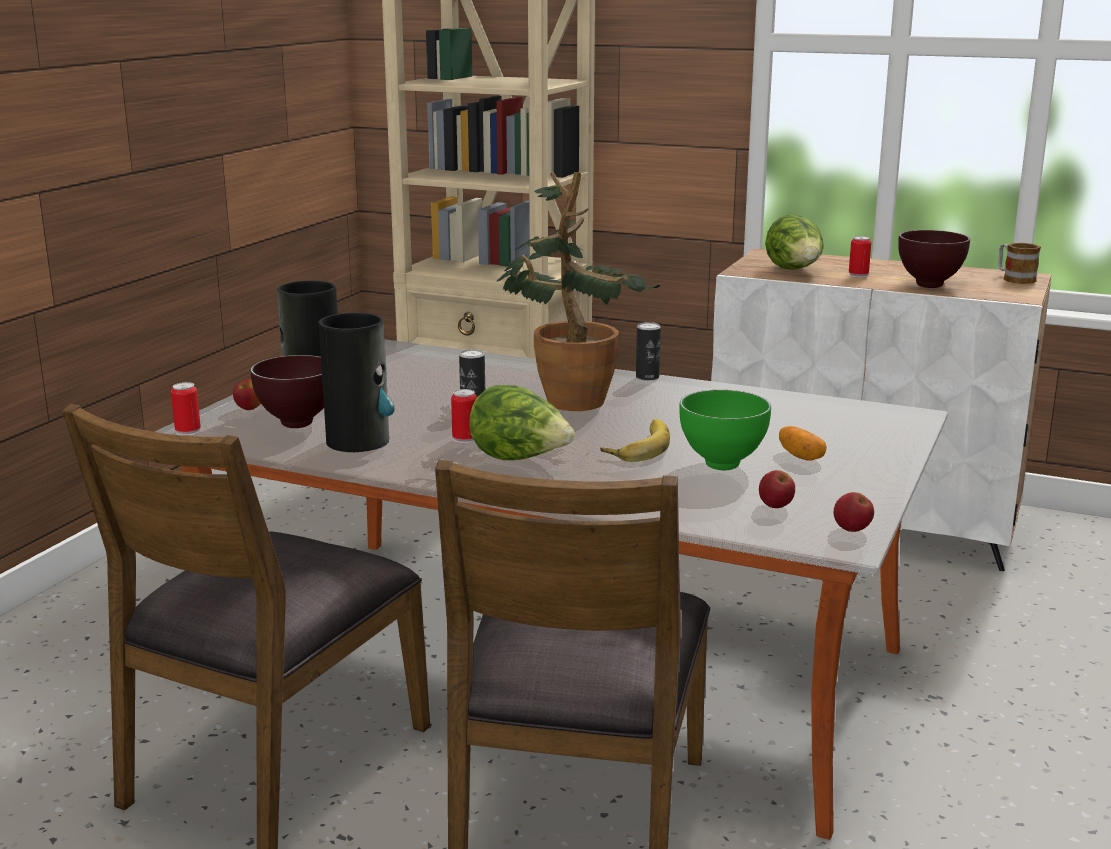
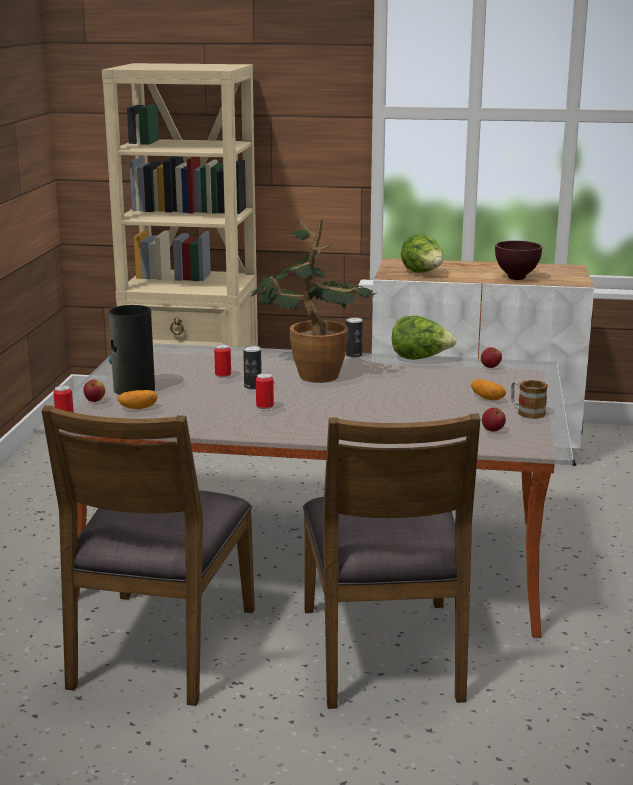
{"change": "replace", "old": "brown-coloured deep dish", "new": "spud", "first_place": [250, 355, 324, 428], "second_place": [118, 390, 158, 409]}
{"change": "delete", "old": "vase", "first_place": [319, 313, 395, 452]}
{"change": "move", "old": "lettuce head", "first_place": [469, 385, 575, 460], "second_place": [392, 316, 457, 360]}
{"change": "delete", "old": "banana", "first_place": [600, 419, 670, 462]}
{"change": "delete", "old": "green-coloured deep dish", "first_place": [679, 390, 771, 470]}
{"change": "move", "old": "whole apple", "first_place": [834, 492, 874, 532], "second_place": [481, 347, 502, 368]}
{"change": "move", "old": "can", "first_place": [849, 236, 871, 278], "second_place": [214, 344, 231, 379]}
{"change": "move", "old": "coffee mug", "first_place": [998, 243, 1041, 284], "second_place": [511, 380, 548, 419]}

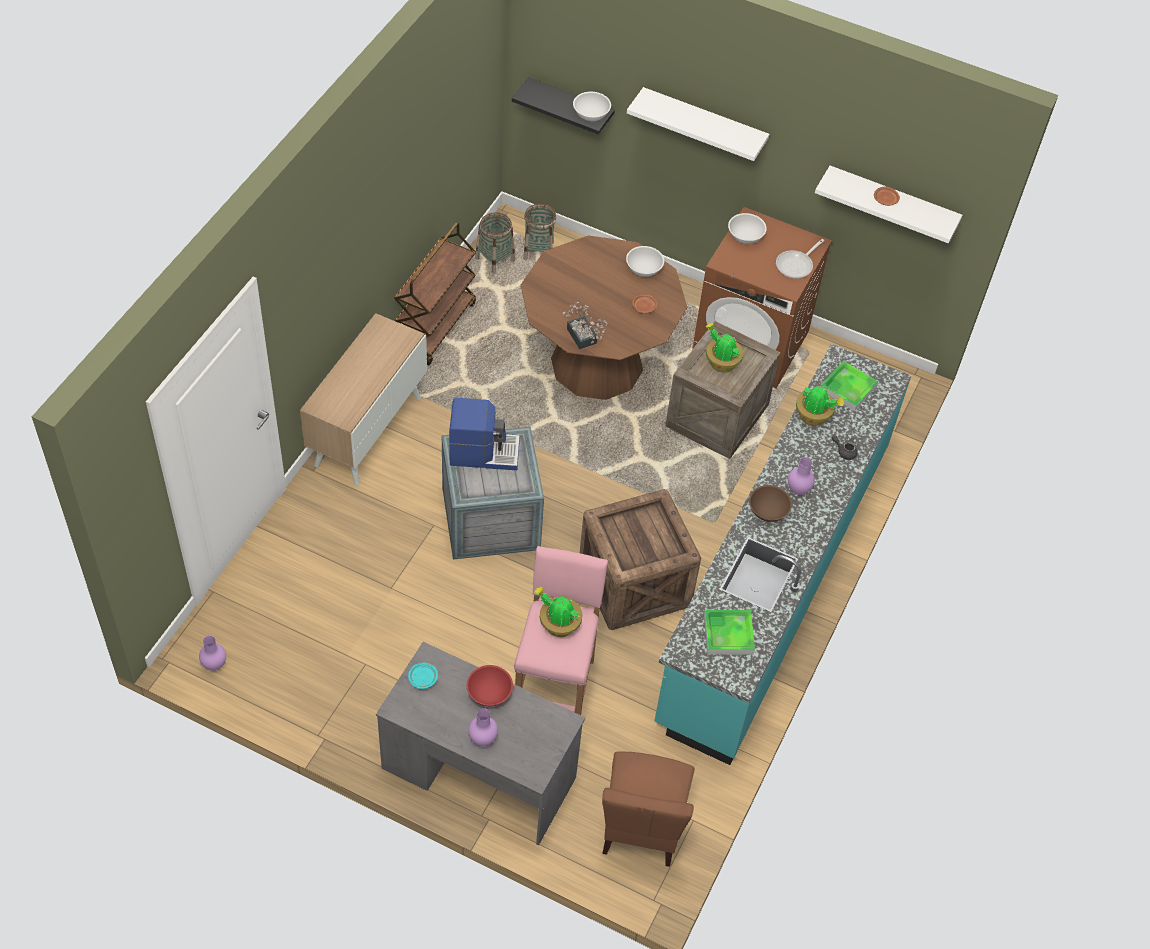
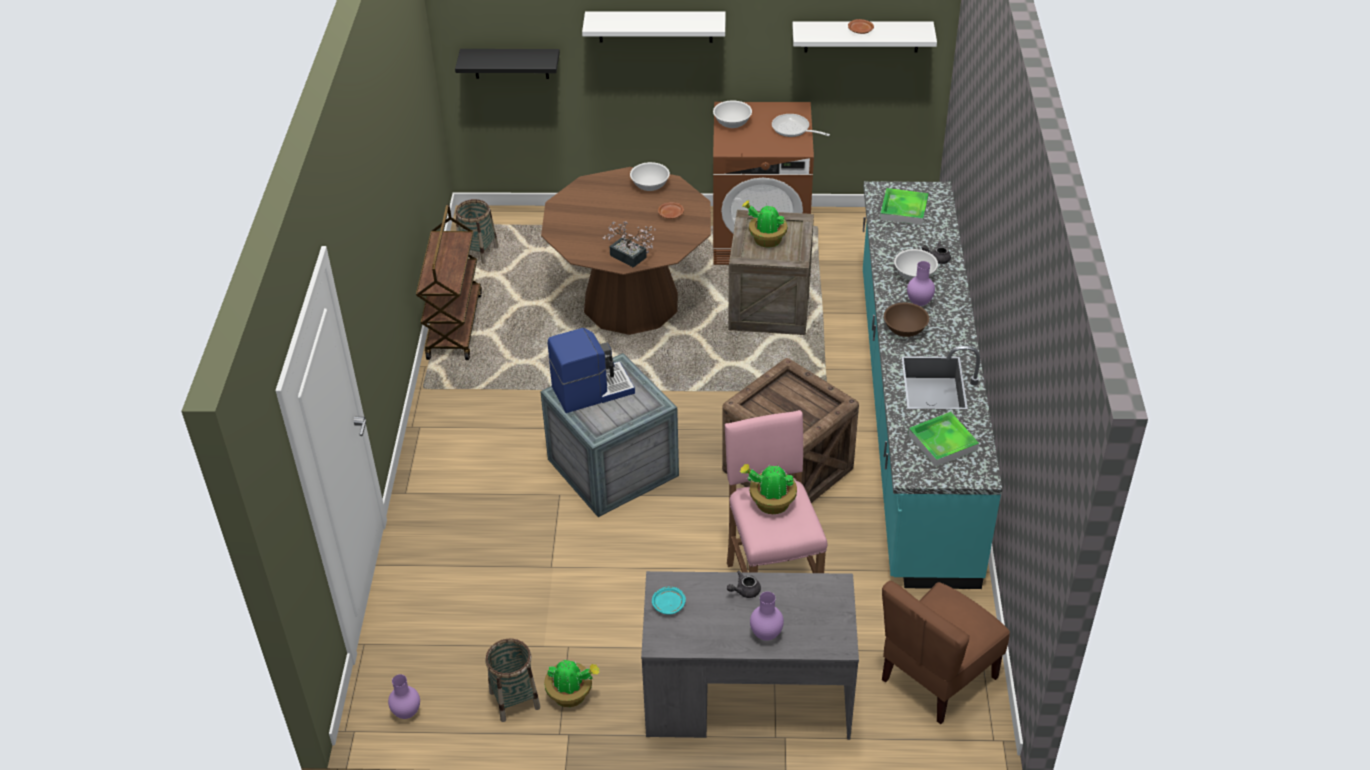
{"change": "delete", "old": "storage cabinet", "first_place": [300, 313, 427, 485]}
{"change": "replace", "old": "red-coloured deep dish", "new": "grey tea pot", "first_place": [467, 665, 513, 706], "second_place": [727, 571, 761, 598]}
{"change": "move", "old": "basket", "first_place": [523, 204, 556, 260], "second_place": [485, 639, 540, 722]}
{"change": "move", "old": "whitish deep dish", "first_place": [573, 92, 611, 121], "second_place": [894, 249, 938, 280]}
{"change": "rotate", "old": "brown-coloured plain chair", "first_place": [602, 751, 695, 867], "second_place": [882, 581, 1010, 724], "degrees": 60}
{"change": "rotate", "old": "frying pan", "first_place": [776, 239, 824, 279], "second_place": [772, 114, 830, 137], "degrees": 105}
{"change": "move", "old": "houseplant", "first_place": [796, 386, 844, 426], "second_place": [544, 660, 600, 707]}

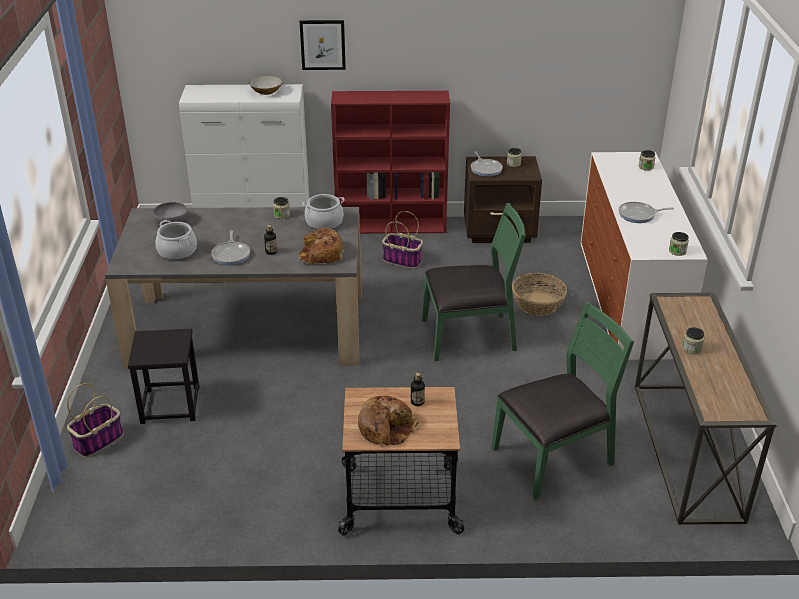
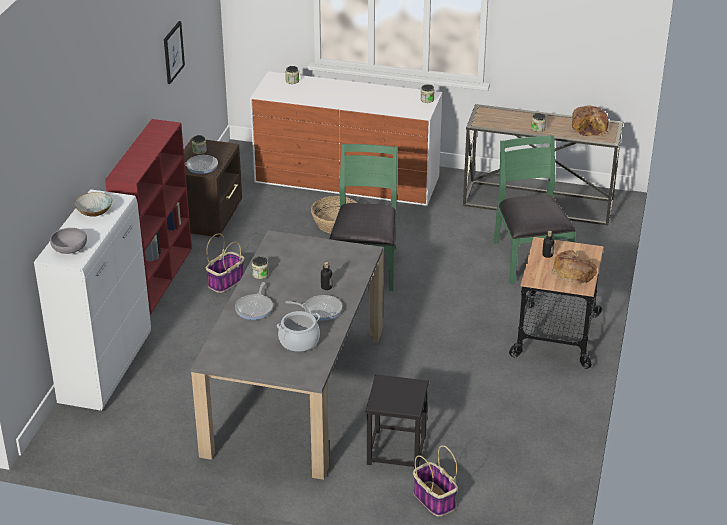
{"change": "move", "old": "grey deep dish", "first_place": [153, 202, 188, 224], "second_place": [50, 228, 87, 254]}
{"change": "move", "old": "bread", "first_place": [299, 227, 344, 264], "second_place": [572, 106, 608, 136]}
{"change": "move", "old": "wall picture", "first_place": [300, 20, 346, 70], "second_place": [164, 21, 185, 84]}
{"change": "delete", "old": "saucepot", "first_place": [302, 194, 345, 230]}
{"change": "move", "old": "frying pan", "first_place": [619, 202, 674, 223], "second_place": [235, 282, 273, 320]}

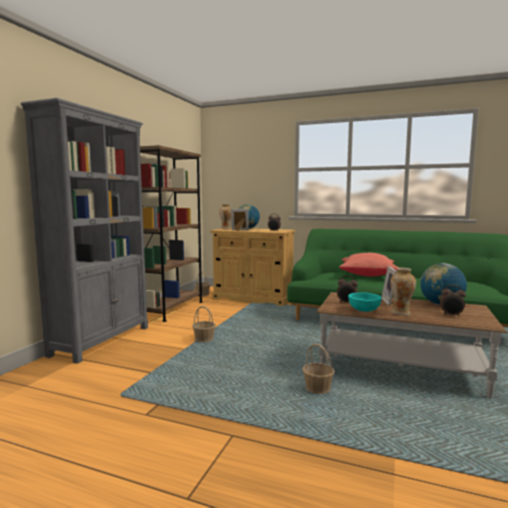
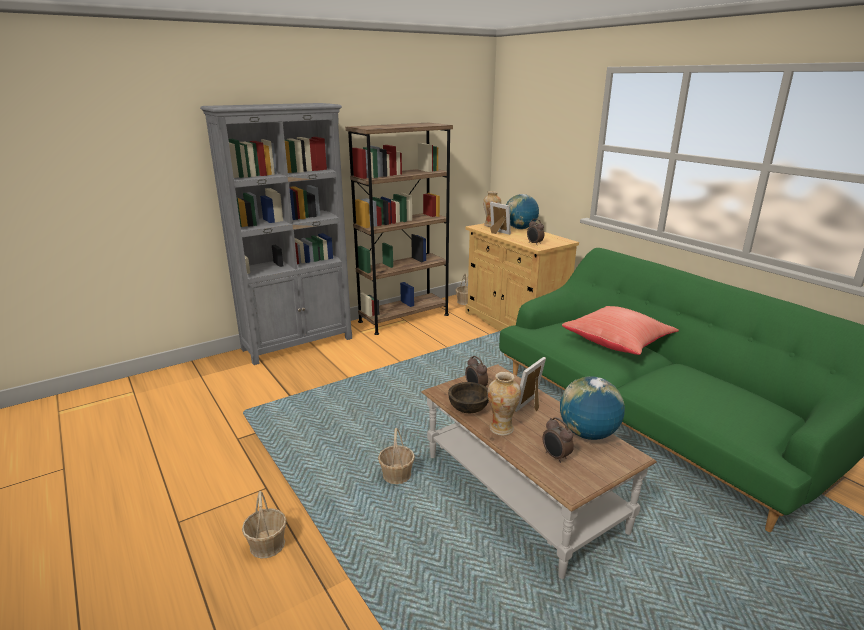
{"change": "move", "old": "basket", "first_place": [192, 306, 216, 342], "second_place": [242, 491, 287, 559]}
{"change": "recolor", "old": "turquoise-coloured deep dish", "new": "brown-coloured deep dish", "first_place": [348, 292, 382, 312], "second_place": [448, 382, 489, 413]}

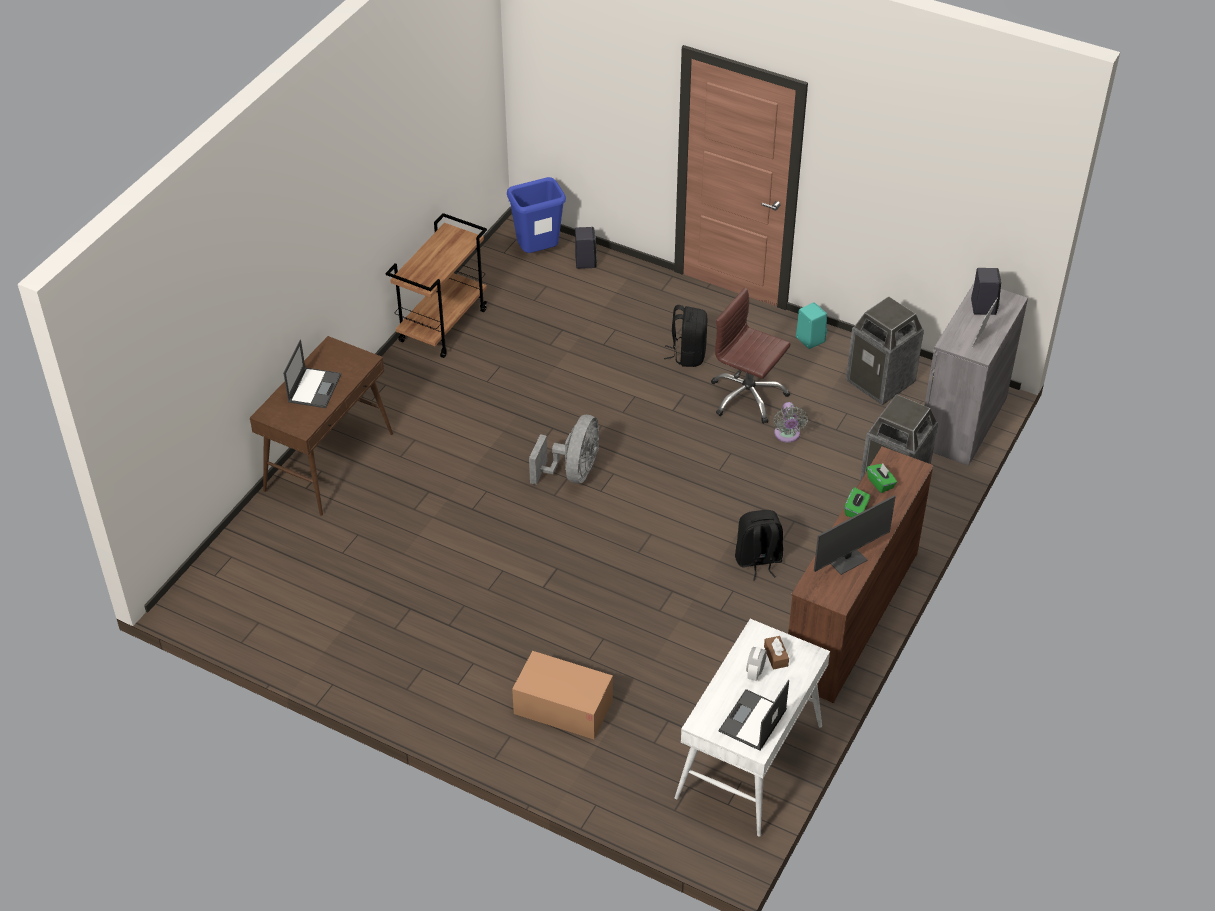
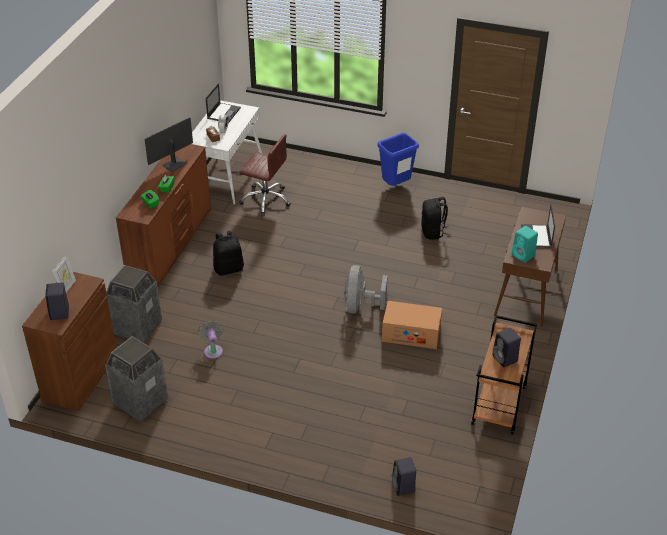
{"change": "move", "old": "bluish trash can", "first_place": [507, 177, 566, 253], "second_place": [377, 133, 419, 186]}
{"change": "move", "old": "packing box", "first_place": [512, 651, 613, 739], "second_place": [382, 301, 442, 349]}
{"change": "move", "old": "black backpack", "first_place": [664, 305, 707, 367], "second_place": [421, 197, 450, 239]}
{"change": "move", "old": "brown-coloured desk chair", "first_place": [711, 288, 790, 424], "second_place": [239, 134, 291, 216]}
{"change": "move", "old": "turquoise-coloured loudspeaker", "first_place": [796, 302, 827, 349], "second_place": [512, 226, 538, 263]}
{"change": "recolor", "old": "grey storage cabinet", "new": "brown-coloured storage cabinet", "first_place": [924, 283, 1028, 466], "second_place": [22, 272, 117, 411]}
{"change": "insert", "new": "black loudspeaker", "second_place": [493, 328, 521, 367]}

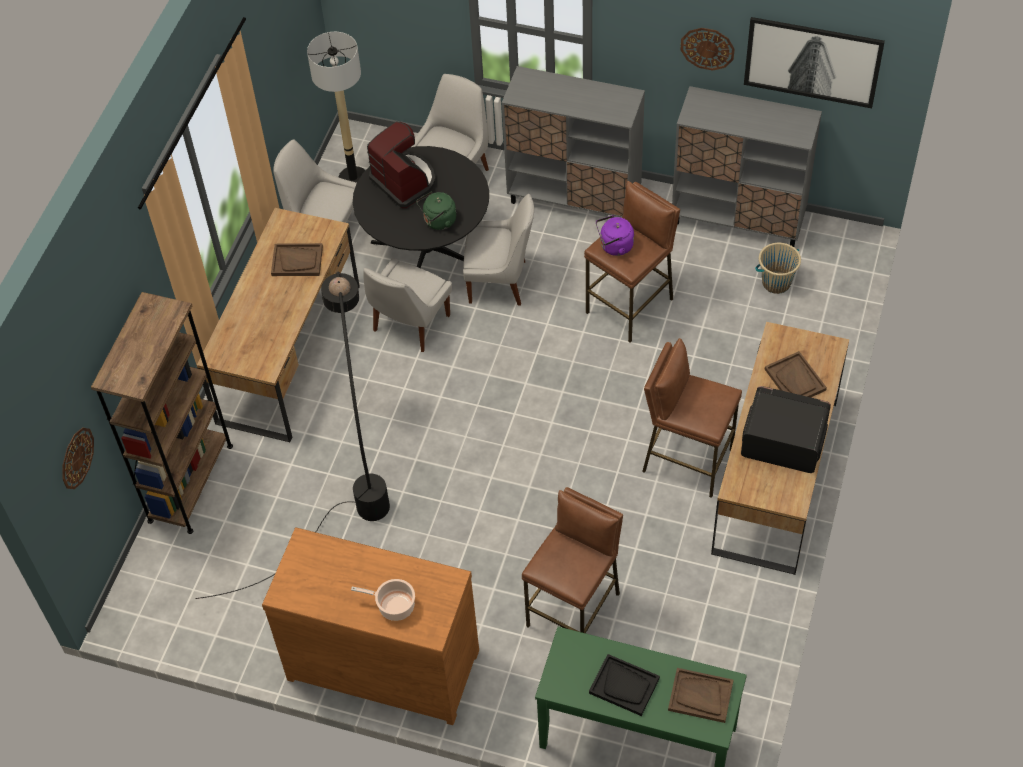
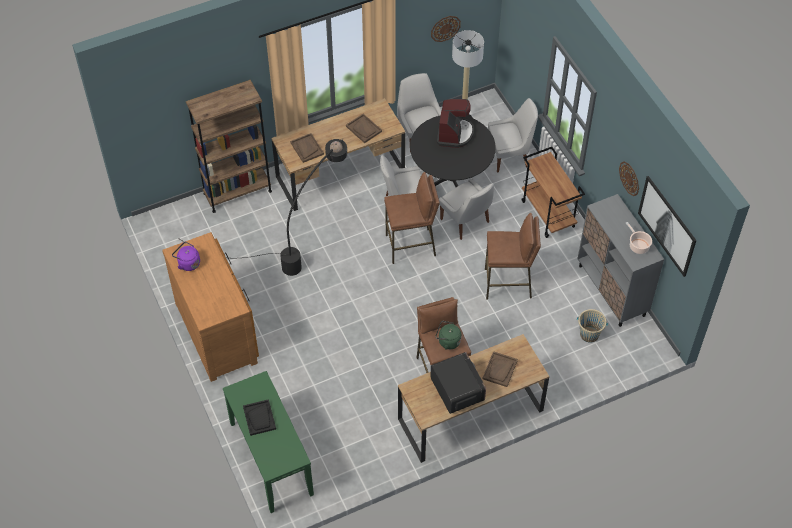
{"change": "move", "old": "wall clock", "first_place": [63, 427, 94, 489], "second_place": [431, 16, 461, 42]}
{"change": "move", "old": "saucepot", "first_place": [351, 579, 415, 621], "second_place": [626, 222, 652, 254]}
{"change": "move", "old": "green-coloured kettle", "first_place": [416, 191, 456, 230], "second_place": [436, 321, 461, 350]}
{"change": "replace", "old": "grey storage cabinet", "new": "brown-coloured trolley", "first_place": [502, 66, 645, 218], "second_place": [522, 147, 585, 238]}
{"change": "move", "old": "brown-coloured stool seat", "first_place": [522, 487, 623, 633], "second_place": [384, 172, 440, 264]}
{"change": "move", "old": "purplish kettle", "first_place": [596, 215, 634, 256], "second_place": [172, 241, 200, 271]}
{"change": "move", "old": "brown-coloured tray", "first_place": [668, 668, 733, 723], "second_place": [290, 133, 324, 163]}

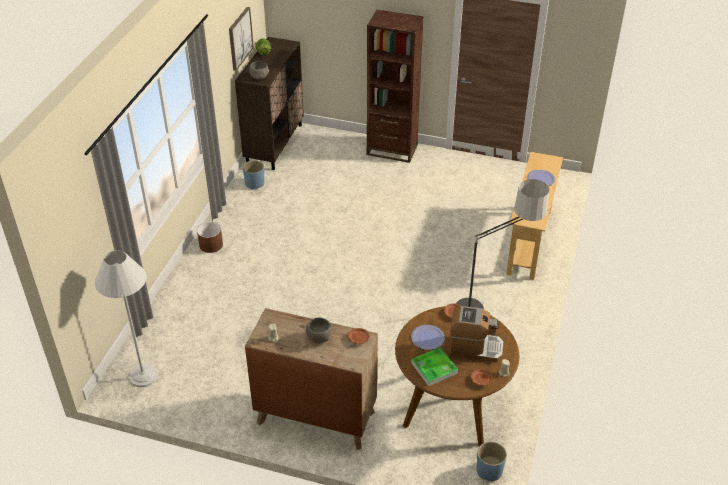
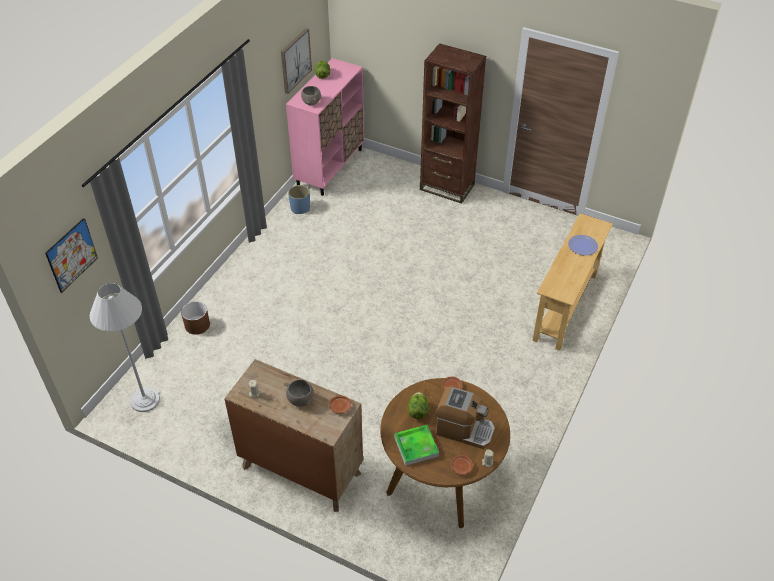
{"change": "move", "old": "brown-coloured planter", "first_place": [197, 222, 223, 253], "second_place": [181, 301, 210, 335]}
{"change": "recolor", "old": "brown-coloured storage cabinet", "new": "pink storage cabinet", "first_place": [235, 37, 304, 170], "second_place": [286, 58, 364, 196]}
{"change": "replace", "old": "flat dish", "new": "lettuce head", "first_place": [411, 325, 445, 350], "second_place": [408, 392, 429, 419]}
{"change": "delete", "old": "standard lamp", "first_place": [456, 179, 549, 309]}
{"change": "delete", "old": "bluish planter", "first_place": [477, 442, 507, 481]}
{"change": "insert", "new": "wall picture", "second_place": [45, 218, 98, 293]}

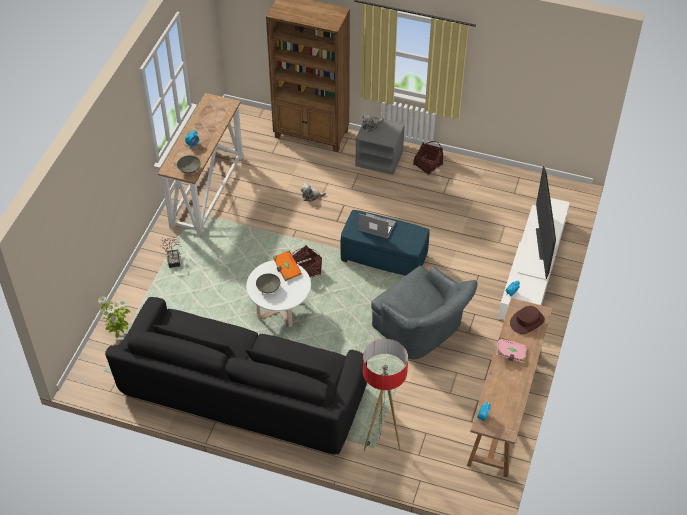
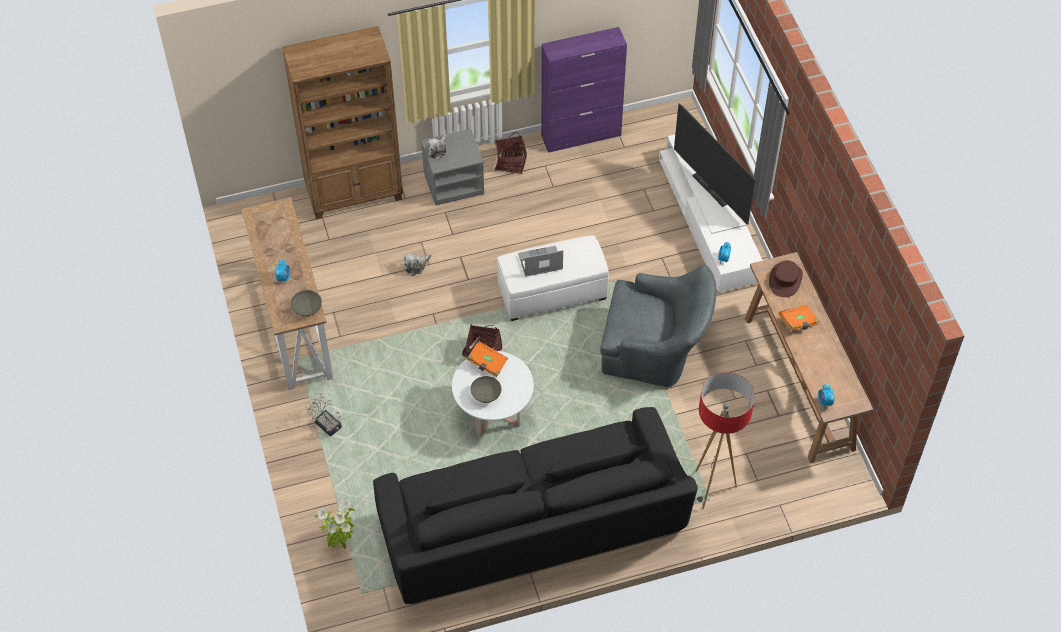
{"change": "recolor", "old": "bluish ottoman", "new": "whitish ottoman", "first_place": [340, 210, 430, 276], "second_place": [497, 235, 609, 321]}
{"change": "recolor", "old": "pink volume", "new": "orangey volume", "first_place": [496, 337, 526, 363], "second_place": [778, 305, 820, 332]}
{"change": "insert", "new": "purplish storage cabinet", "second_place": [541, 27, 627, 153]}

